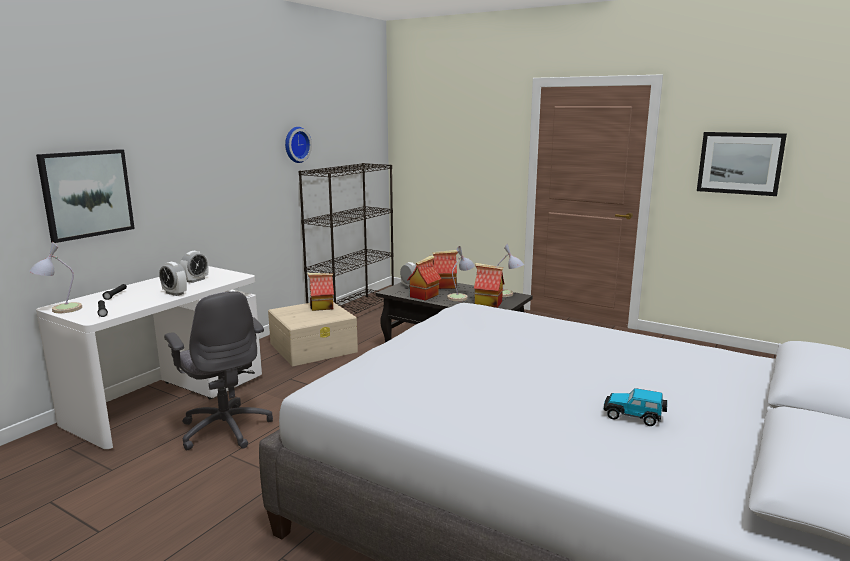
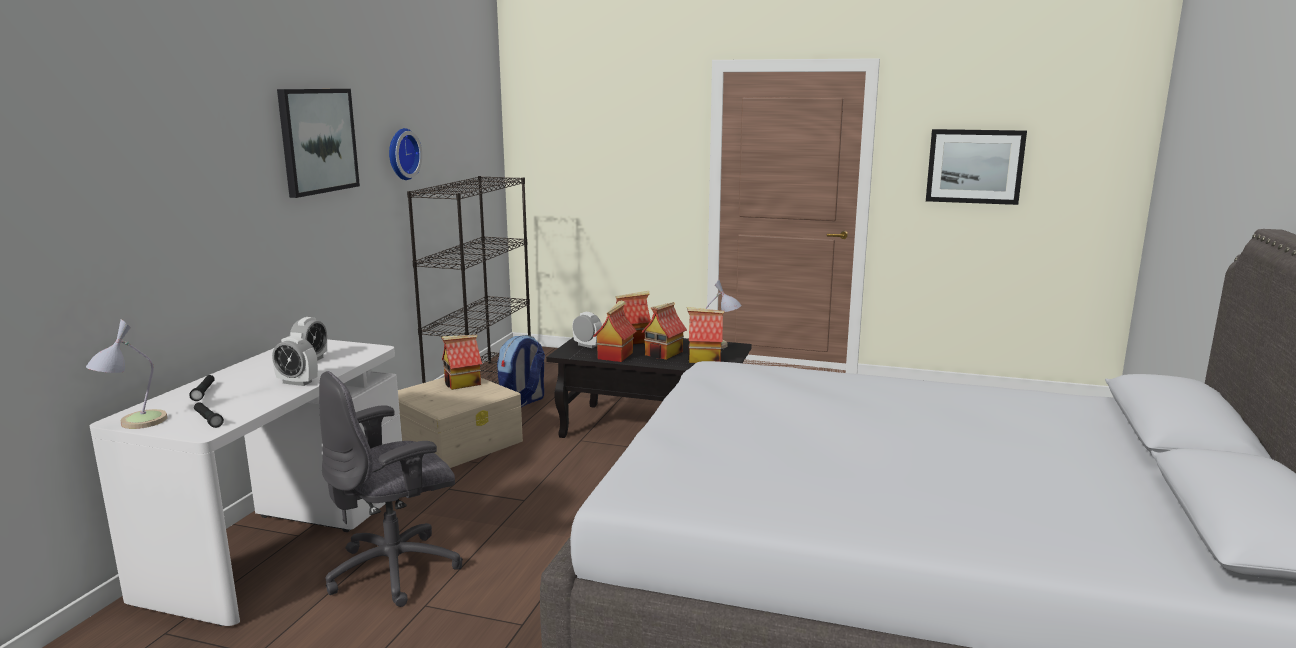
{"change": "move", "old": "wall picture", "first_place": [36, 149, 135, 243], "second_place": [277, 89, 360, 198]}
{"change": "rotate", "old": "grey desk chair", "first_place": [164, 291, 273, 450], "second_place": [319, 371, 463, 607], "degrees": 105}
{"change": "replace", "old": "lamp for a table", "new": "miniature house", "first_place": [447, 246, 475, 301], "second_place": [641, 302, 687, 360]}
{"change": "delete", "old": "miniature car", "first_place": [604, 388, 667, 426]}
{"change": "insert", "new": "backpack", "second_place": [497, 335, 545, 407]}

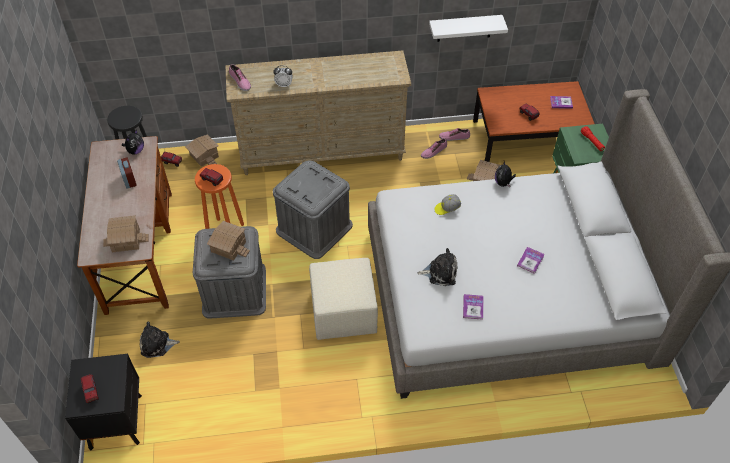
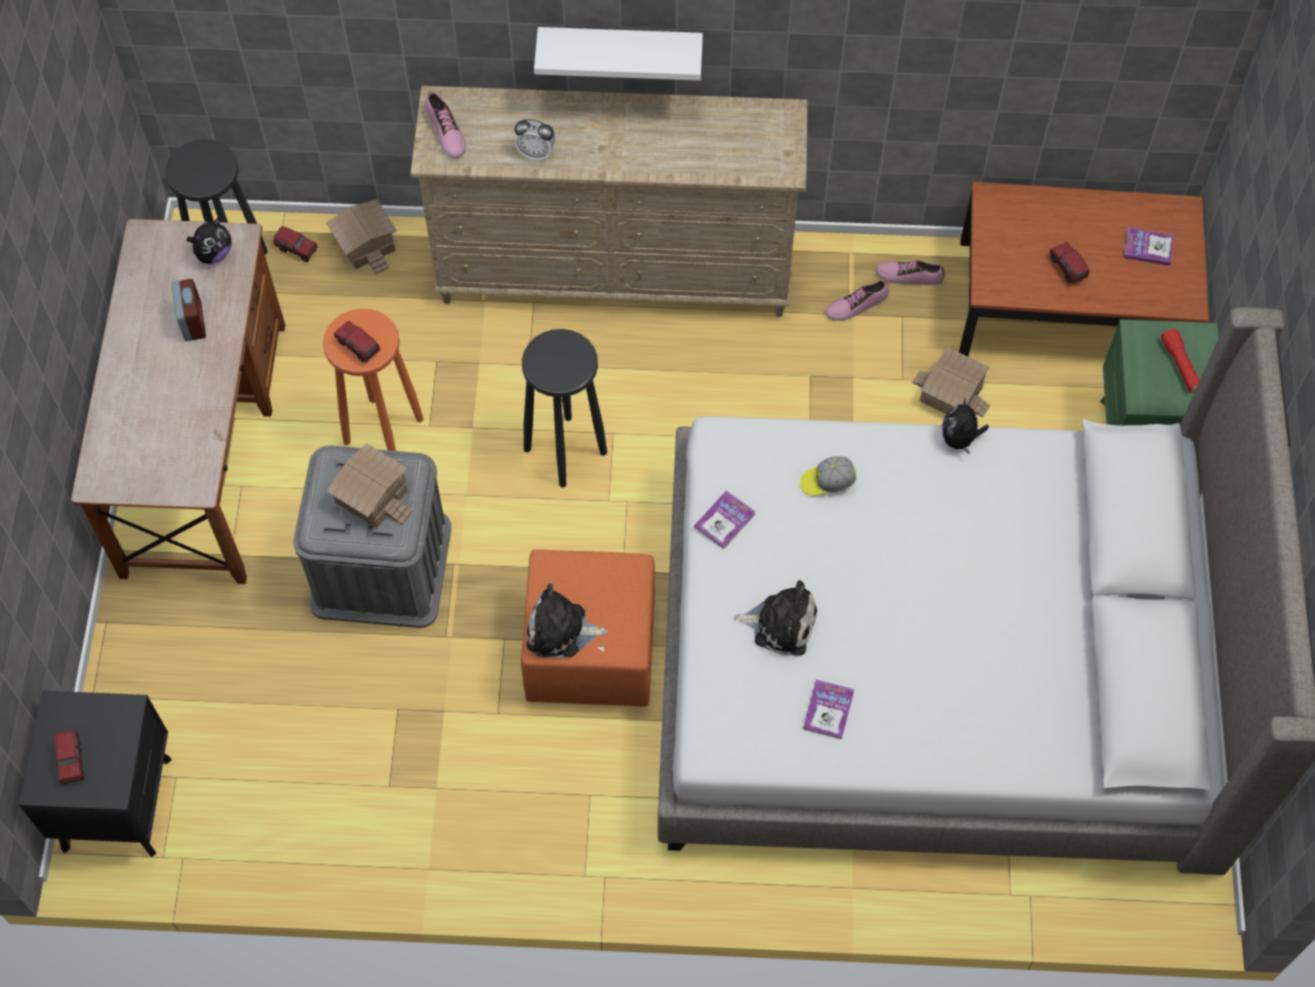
{"change": "delete", "old": "miniature house", "first_place": [103, 215, 149, 252]}
{"change": "move", "old": "soft toy", "first_place": [140, 321, 180, 358], "second_place": [526, 584, 607, 657]}
{"change": "replace", "old": "grey storage container", "new": "black stool seat", "first_place": [273, 160, 353, 259], "second_place": [522, 329, 607, 488]}
{"change": "recolor", "old": "beige ottoman", "new": "orangey ottoman", "first_place": [309, 258, 378, 340], "second_place": [521, 549, 655, 707]}
{"change": "move", "old": "whitish bracket shelf", "first_place": [429, 15, 508, 42], "second_place": [534, 27, 703, 80]}
{"change": "move", "old": "volume", "first_place": [517, 247, 545, 274], "second_place": [694, 491, 756, 549]}

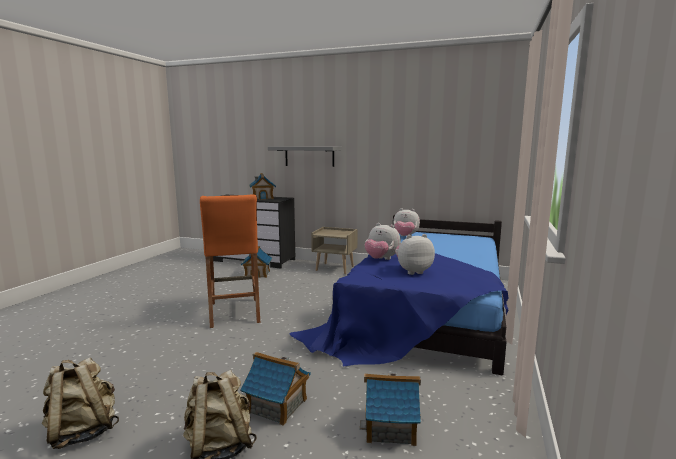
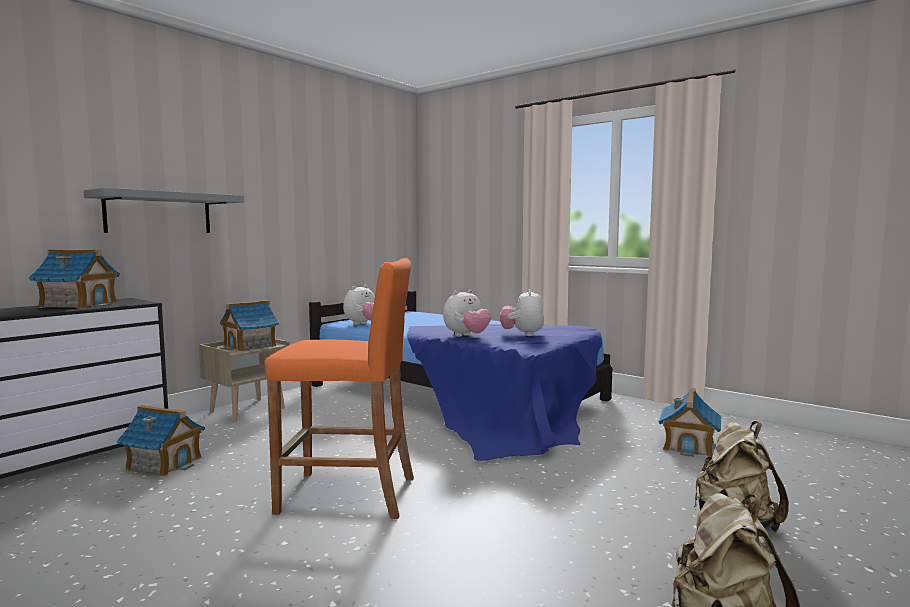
{"change": "move", "old": "miniature house", "first_place": [240, 352, 311, 426], "second_place": [220, 300, 279, 351]}

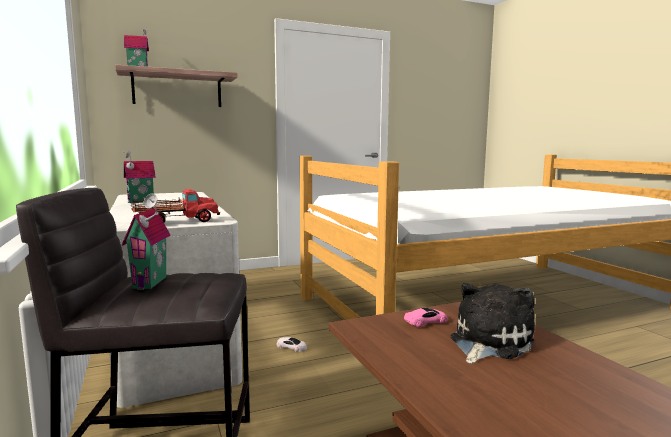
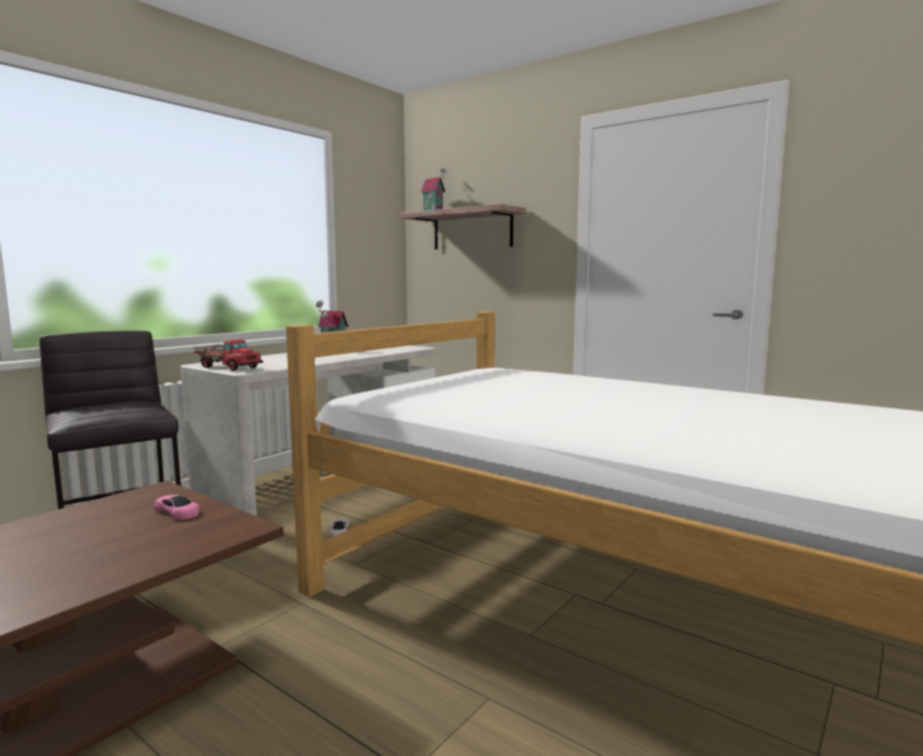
{"change": "delete", "old": "miniature house", "first_place": [122, 193, 170, 290]}
{"change": "delete", "old": "soft toy", "first_place": [450, 283, 535, 364]}

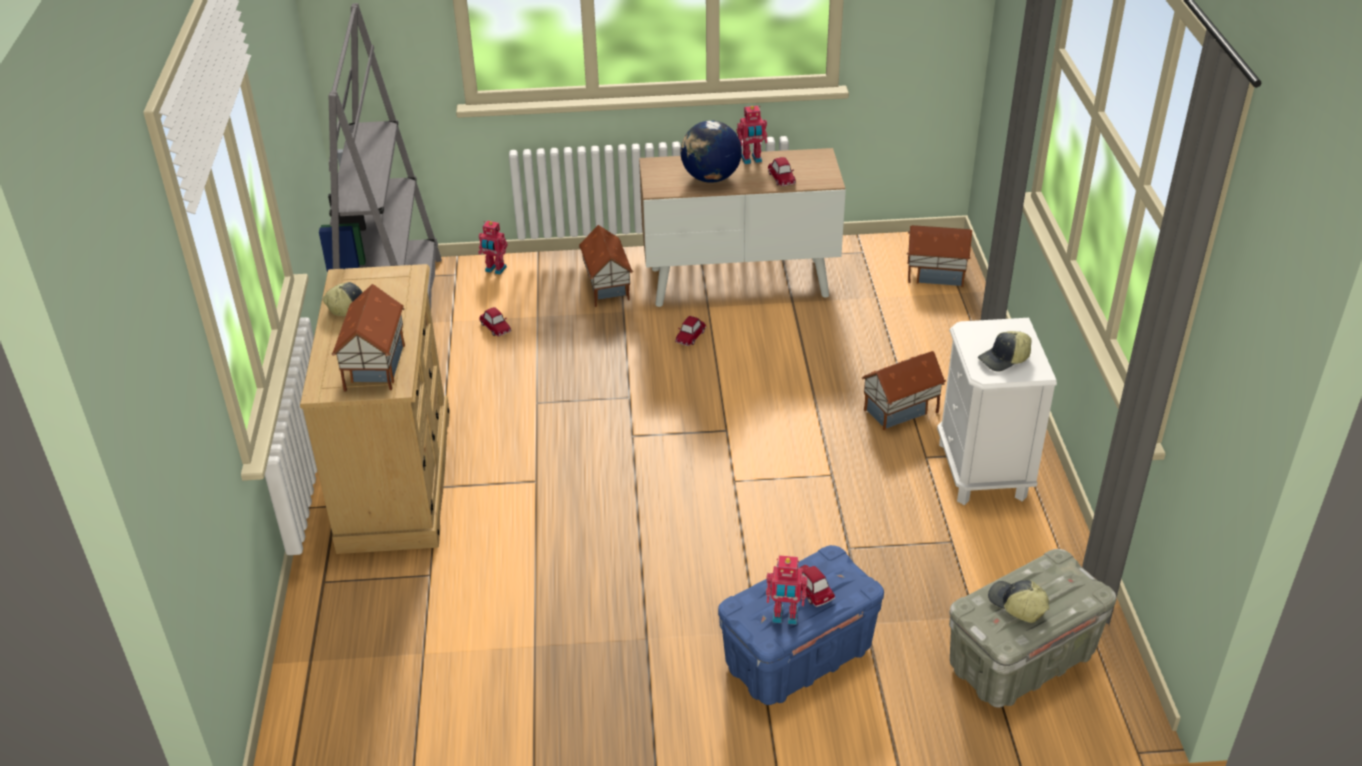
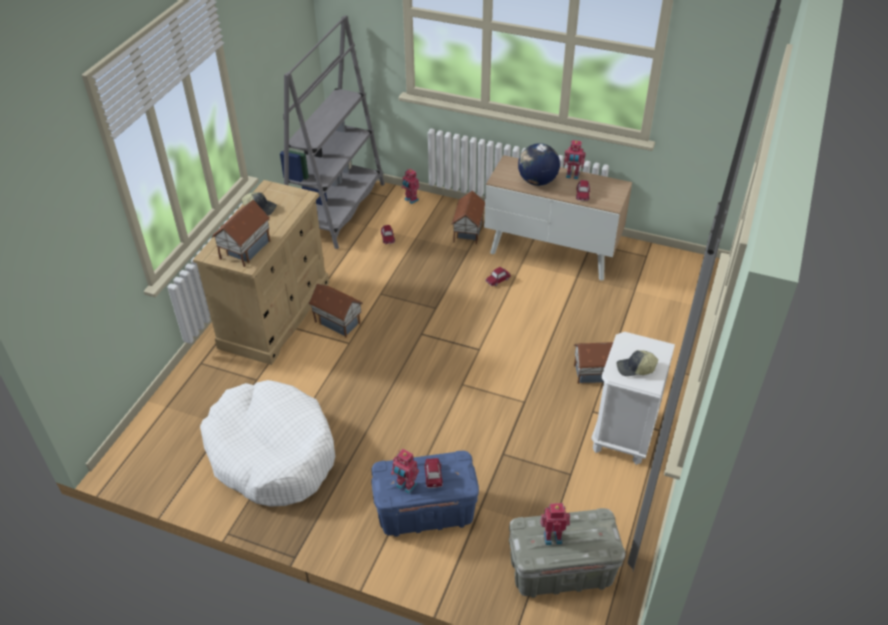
{"change": "move", "old": "miniature house", "first_place": [907, 225, 972, 287], "second_place": [308, 284, 363, 337]}
{"change": "replace", "old": "peaked cap", "new": "toy robot", "first_place": [988, 580, 1049, 623], "second_place": [540, 503, 570, 545]}
{"change": "insert", "new": "whitish dog bed", "second_place": [200, 380, 335, 507]}

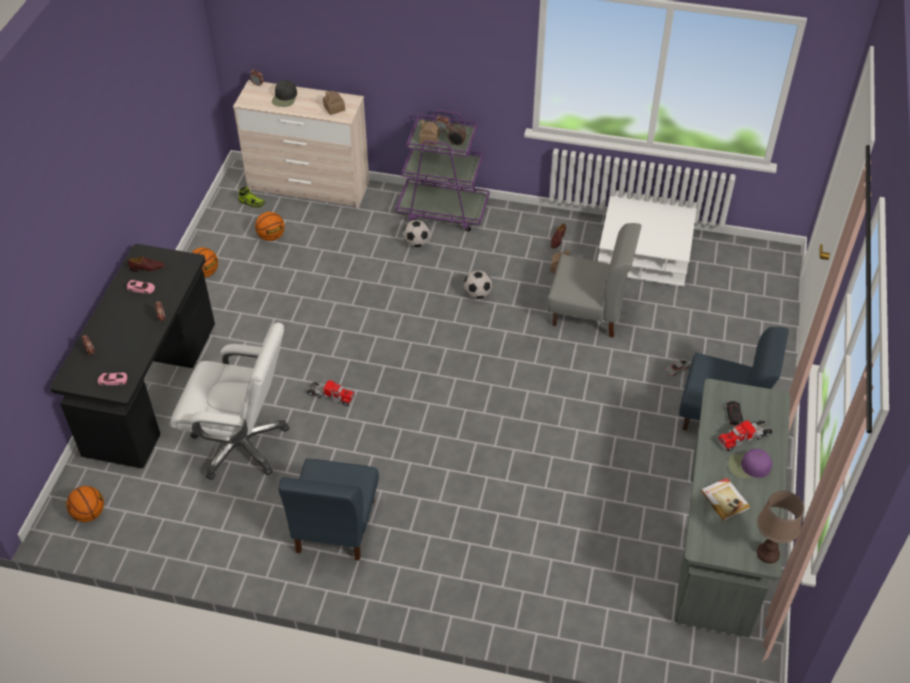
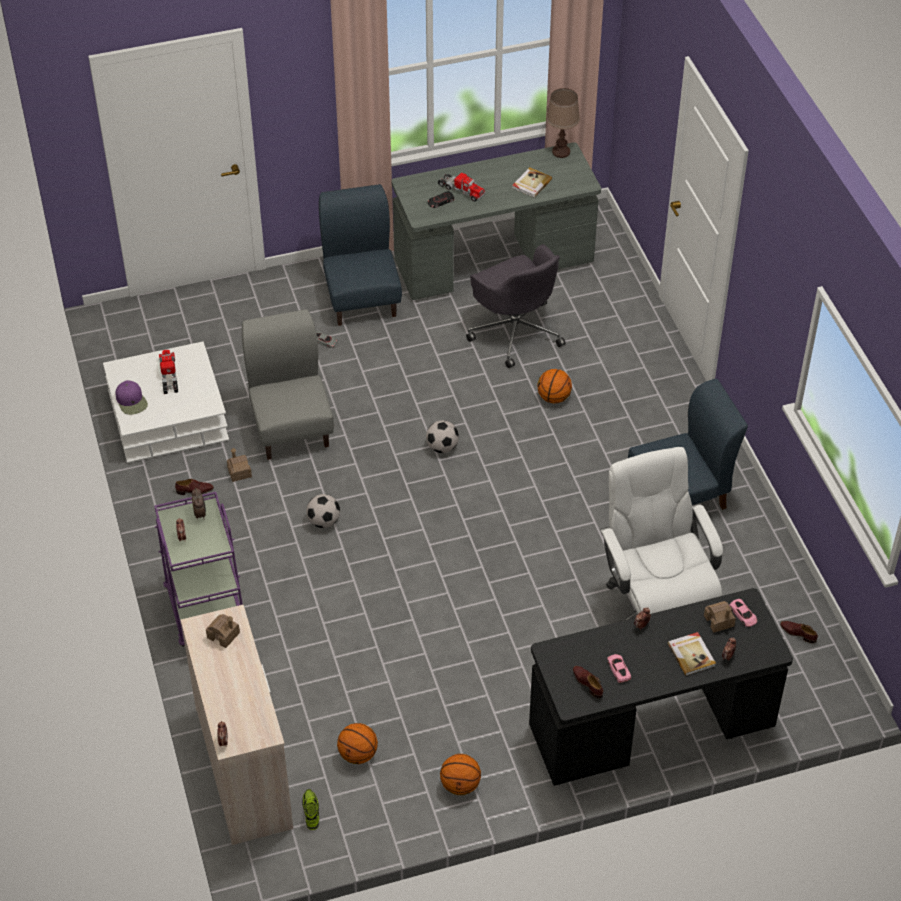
{"change": "move", "old": "basketball ball", "first_place": [66, 486, 104, 522], "second_place": [537, 369, 572, 403]}
{"change": "delete", "old": "black peaked cap", "first_place": [272, 80, 297, 107]}
{"change": "move", "old": "model truck", "first_place": [307, 380, 355, 406], "second_place": [159, 350, 178, 394]}
{"change": "move", "old": "football ball", "first_place": [403, 220, 430, 247], "second_place": [426, 420, 459, 453]}
{"change": "move", "old": "miniature house", "first_place": [420, 120, 439, 146], "second_place": [704, 601, 736, 633]}
{"change": "move", "old": "purplish peaked cap", "first_place": [728, 449, 772, 478], "second_place": [115, 380, 148, 415]}
{"change": "insert", "new": "grey desk chair", "second_place": [466, 244, 566, 368]}
{"change": "insert", "new": "volume", "second_place": [667, 632, 716, 676]}
{"change": "insert", "new": "brown-coloured low shoe", "second_place": [780, 621, 818, 643]}

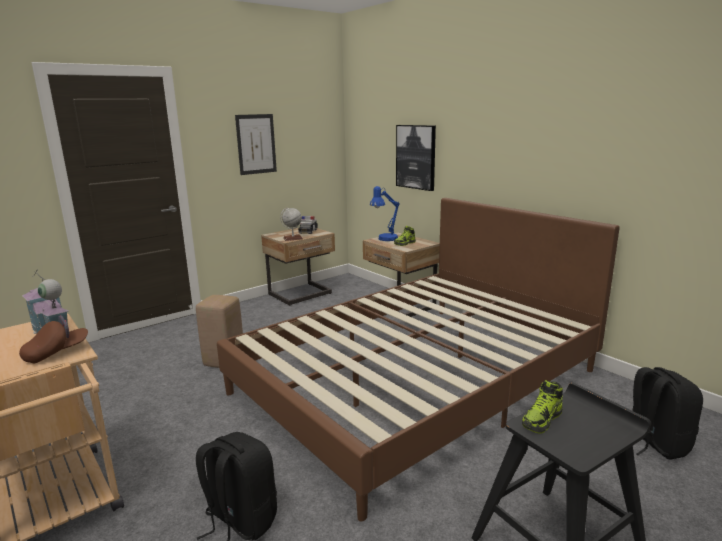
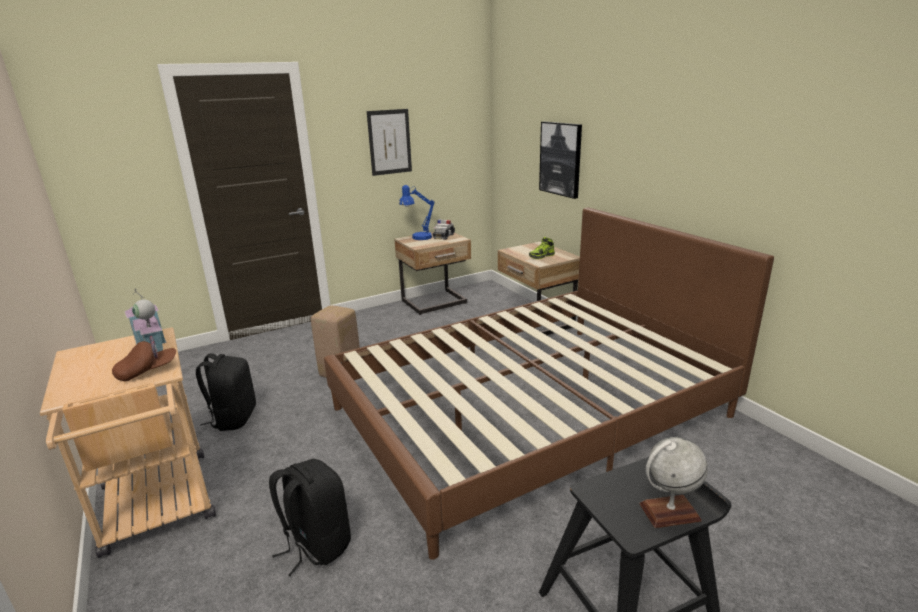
{"change": "move", "old": "world globe", "first_place": [280, 207, 303, 241], "second_place": [639, 437, 708, 528]}
{"change": "move", "old": "bluish lamp for a table", "first_place": [370, 186, 400, 241], "second_place": [399, 185, 435, 240]}
{"change": "delete", "old": "low shoe", "first_place": [522, 380, 563, 434]}
{"change": "move", "old": "black backpack", "first_place": [632, 367, 703, 460], "second_place": [196, 353, 256, 431]}

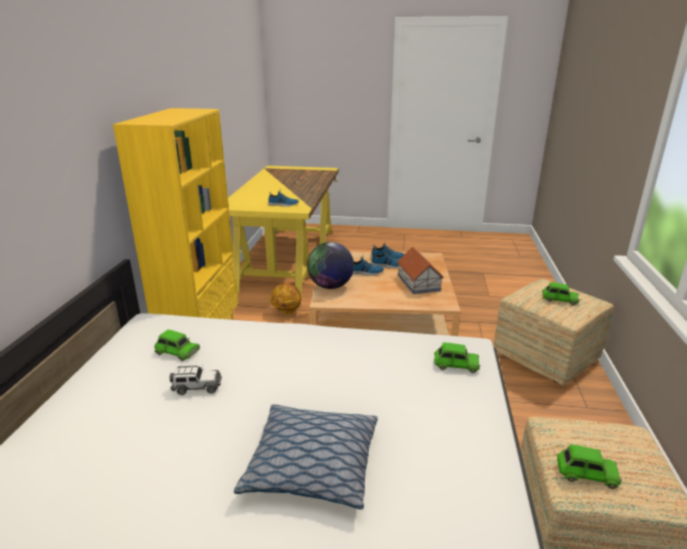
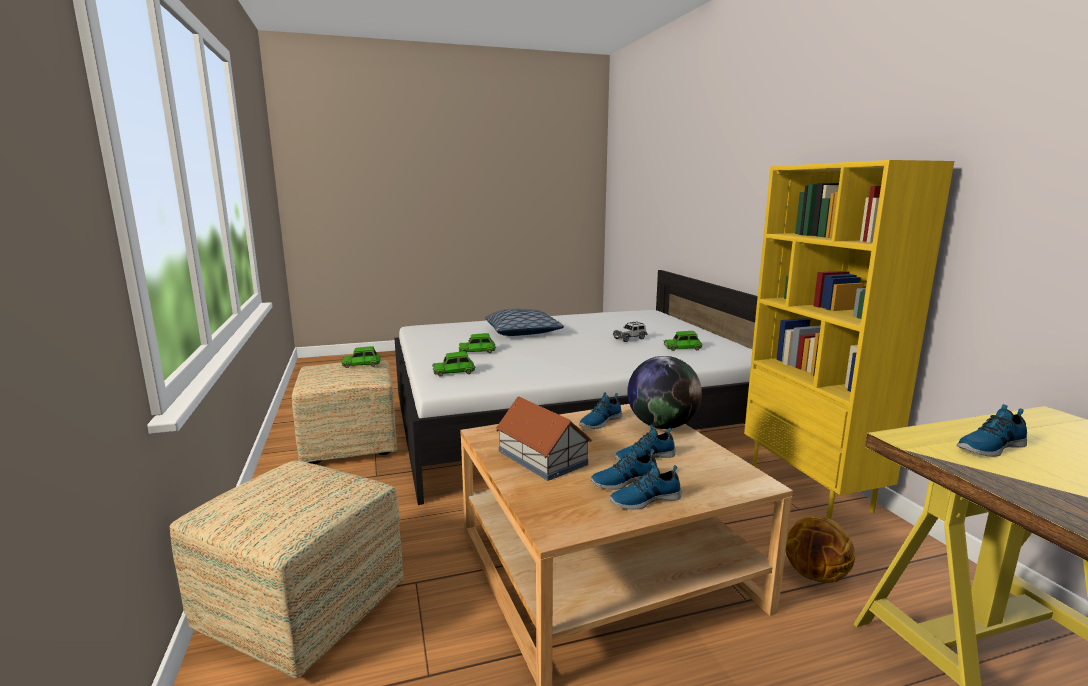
{"change": "move", "old": "green-coloured miniature car", "first_place": [542, 282, 580, 305], "second_place": [459, 333, 496, 353]}
{"change": "insert", "new": "low shoe", "second_place": [579, 392, 622, 429]}

